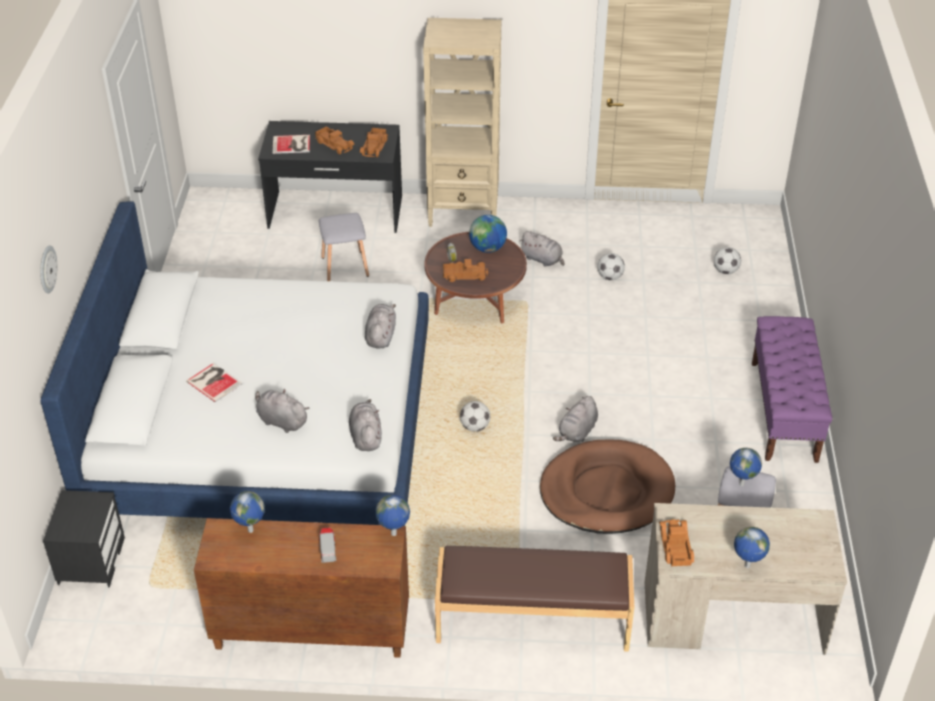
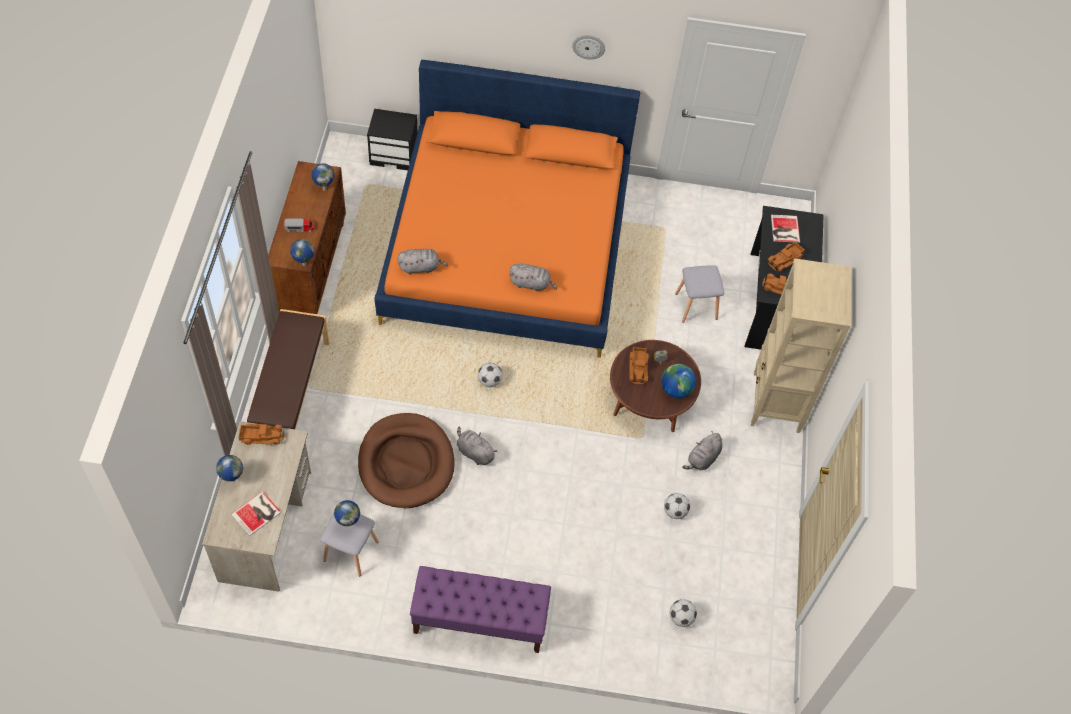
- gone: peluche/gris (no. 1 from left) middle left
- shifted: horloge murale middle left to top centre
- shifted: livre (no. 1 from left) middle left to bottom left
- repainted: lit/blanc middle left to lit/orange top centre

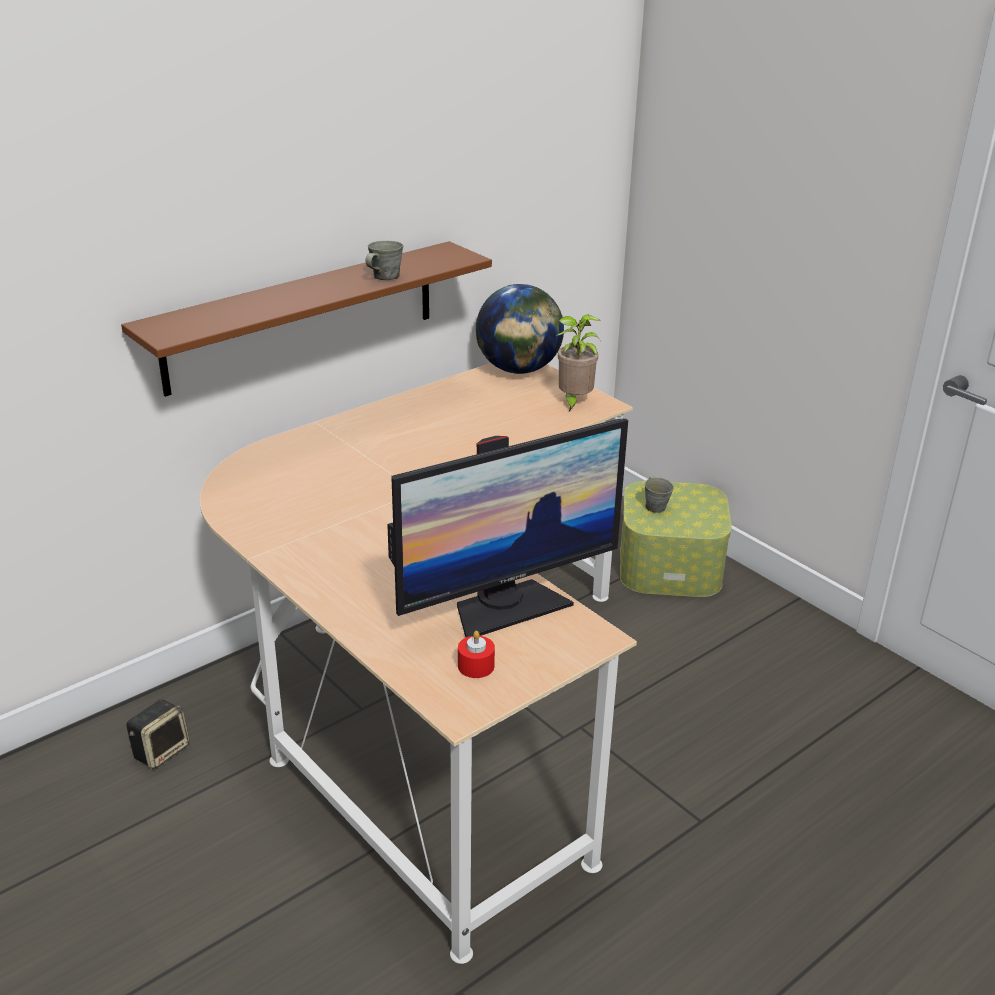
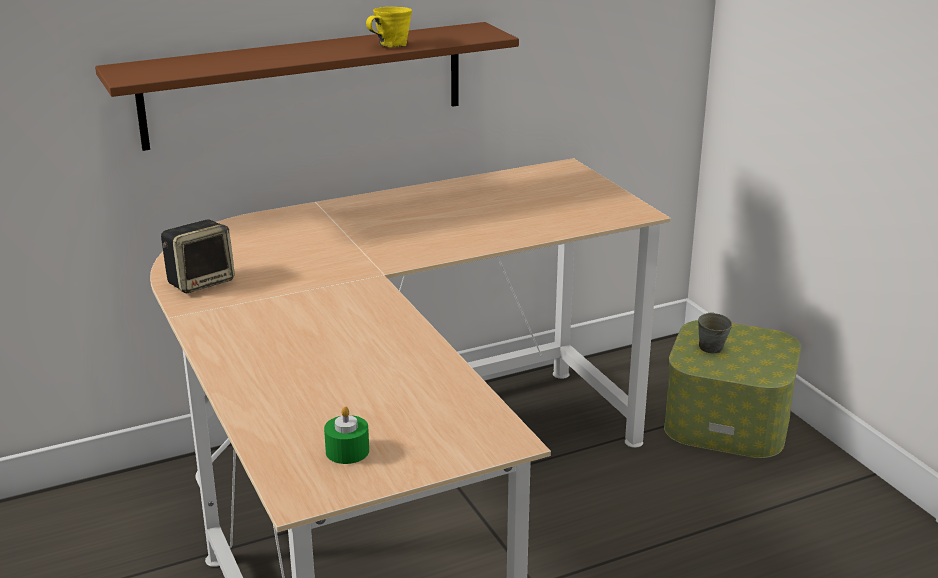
- gone: écran d'ordinateur centre
- gone: globe top centre
- gone: plante en pot centre
- shifted: enceinte bottom left to middle left
- repainted: mug/gris (no. 1 from left) top centre to mug/jaune top centre
- repainted: bougie/rouge centre to bougie/vert bottom centre

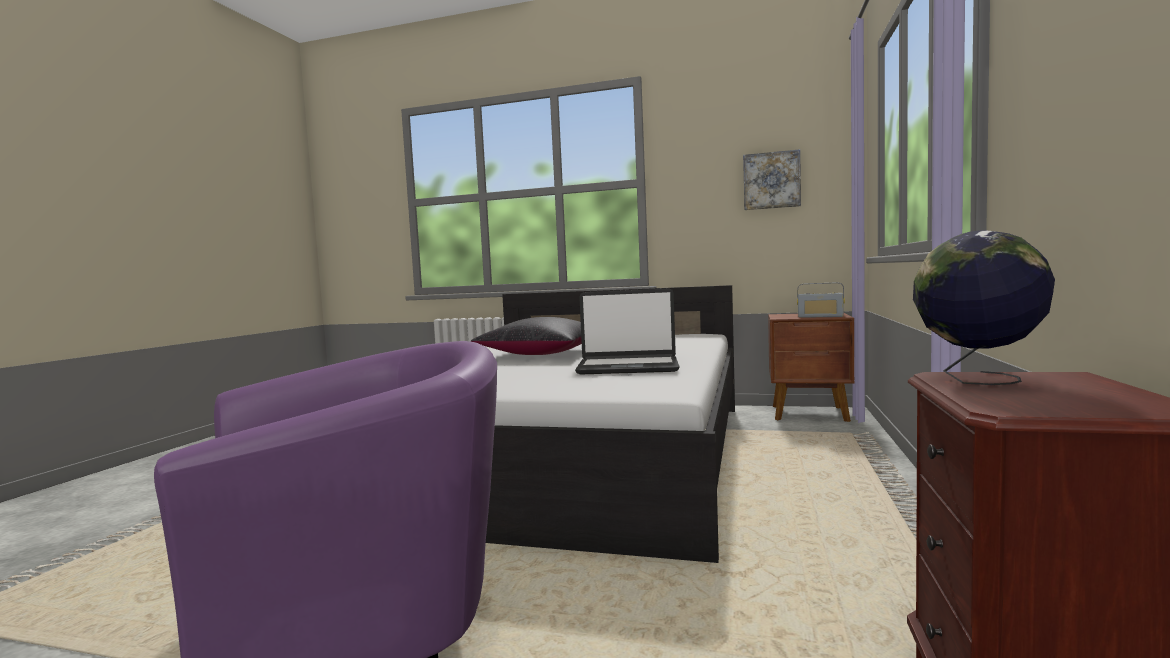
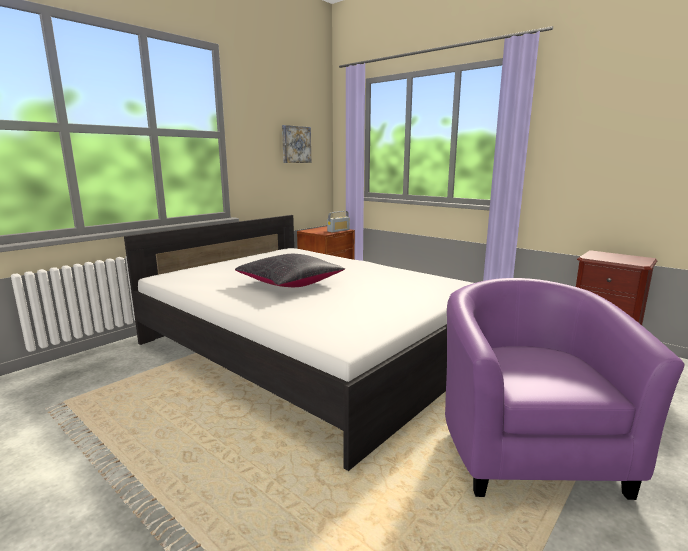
- gone: ordinateur portable centre
- gone: globe middle right

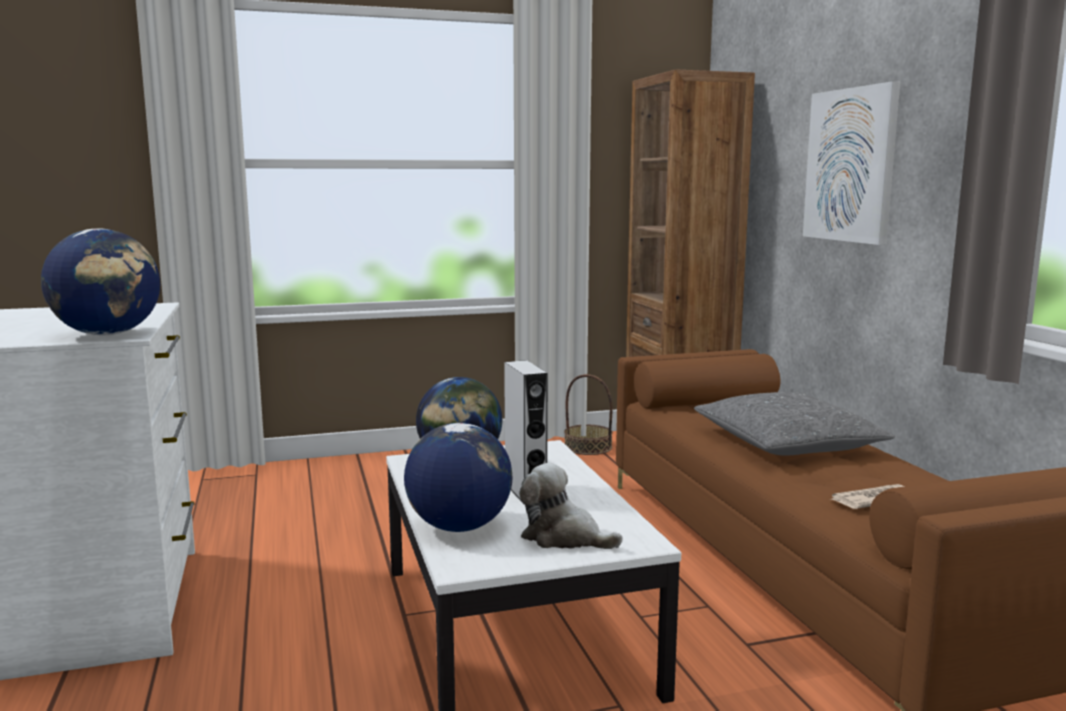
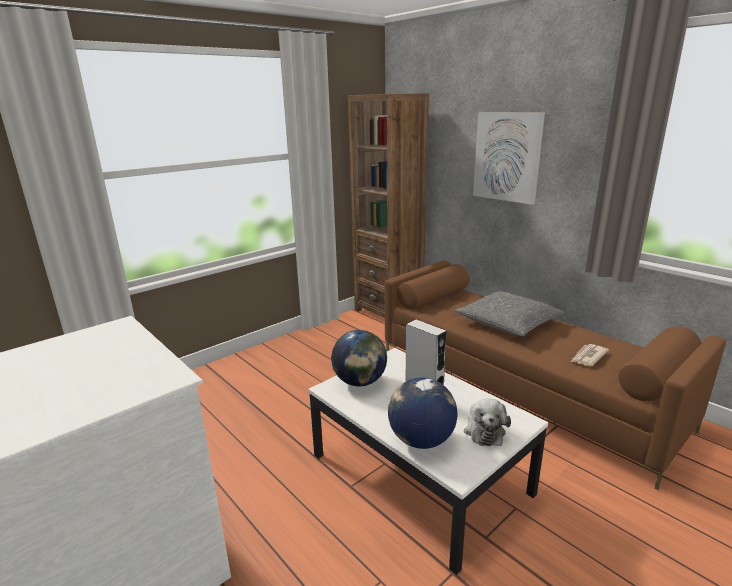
- gone: globe (no. 1 from left) middle left
- gone: panier centre
- rotated: peluche bottom centre = bottom centre 90 degrees counterclockwise

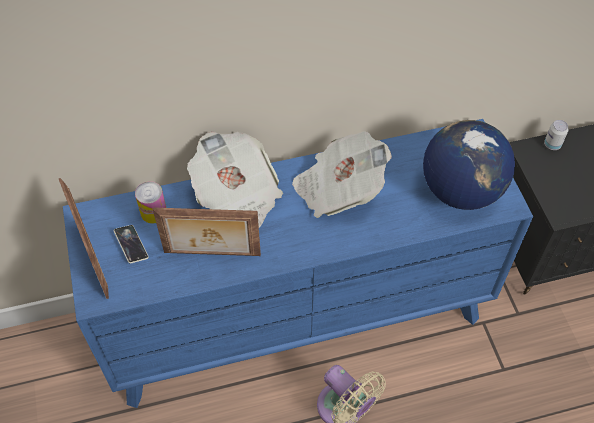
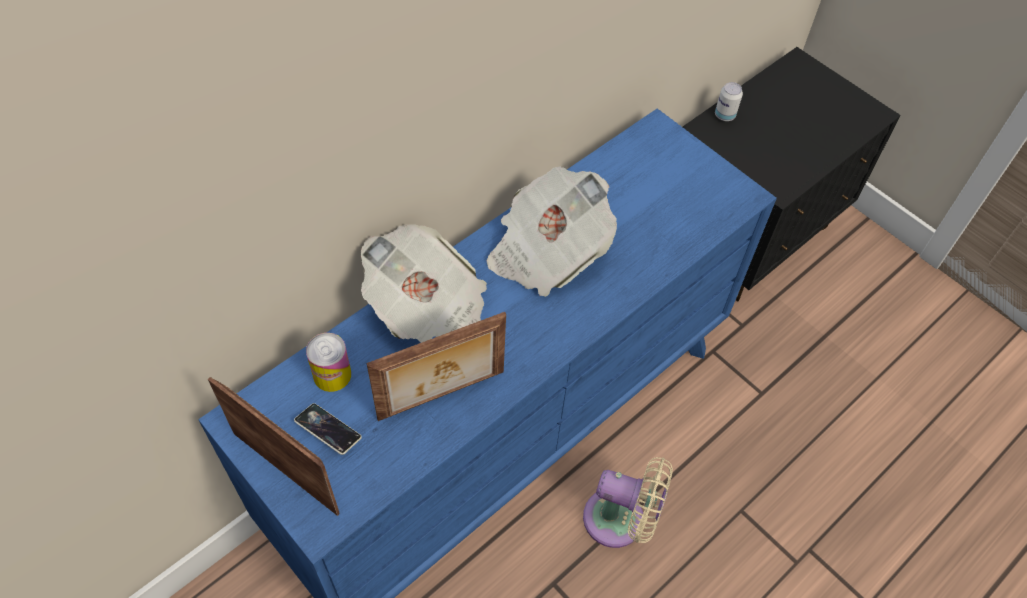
- gone: globe middle right

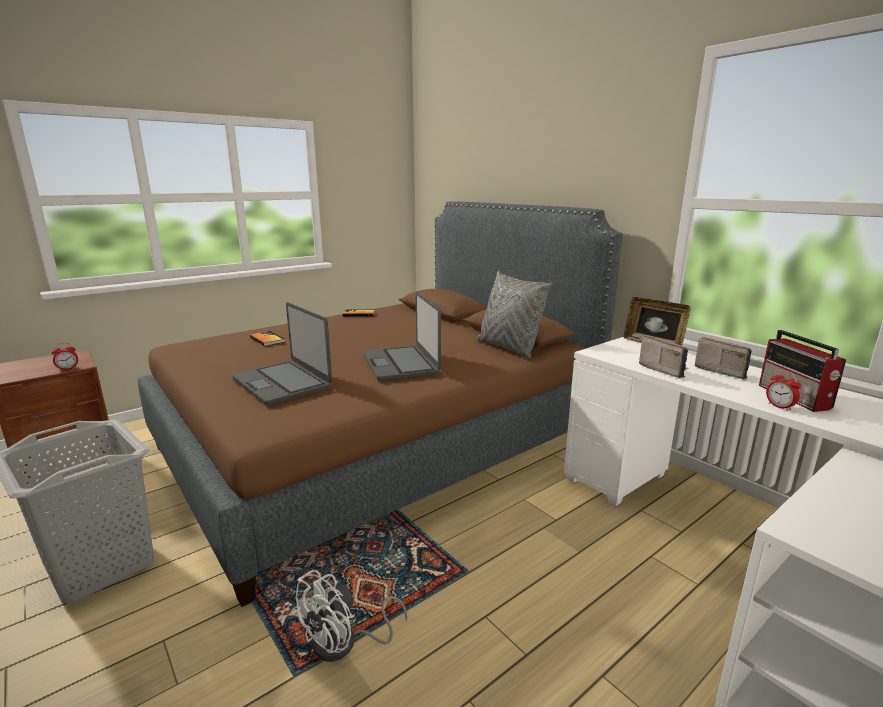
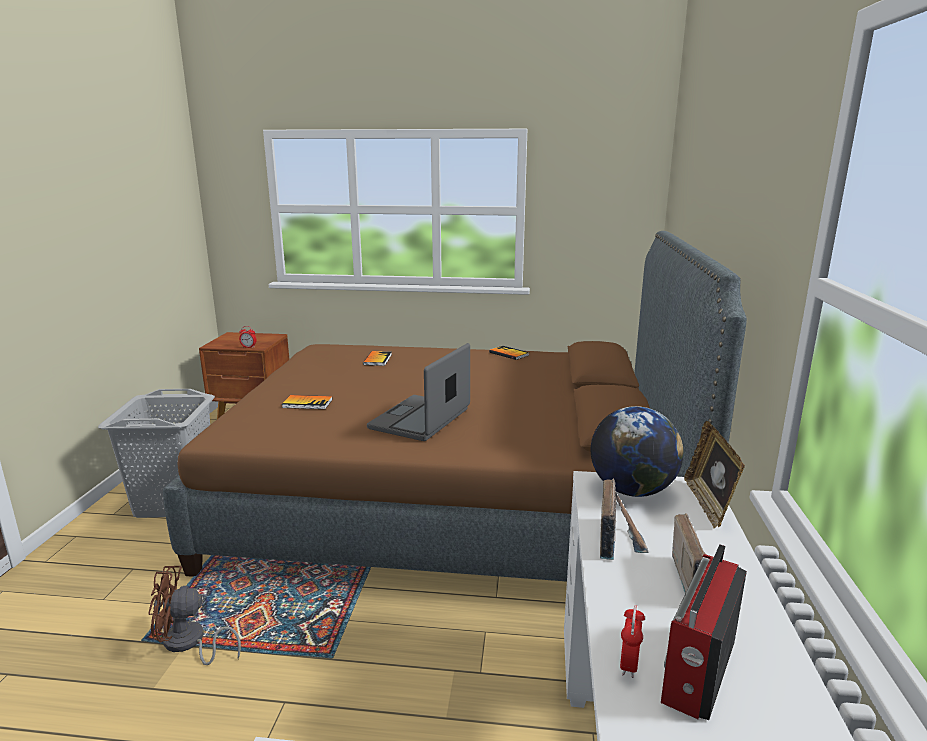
- gone: coussin/gris centre
- new: globe middle right
- swapped: ordinateur portable (no. 1 from left) middle left to livre (no. 1 from left) middle left
- repainted: ventilateur/blanc bottom centre to ventilateur/marron bottom left

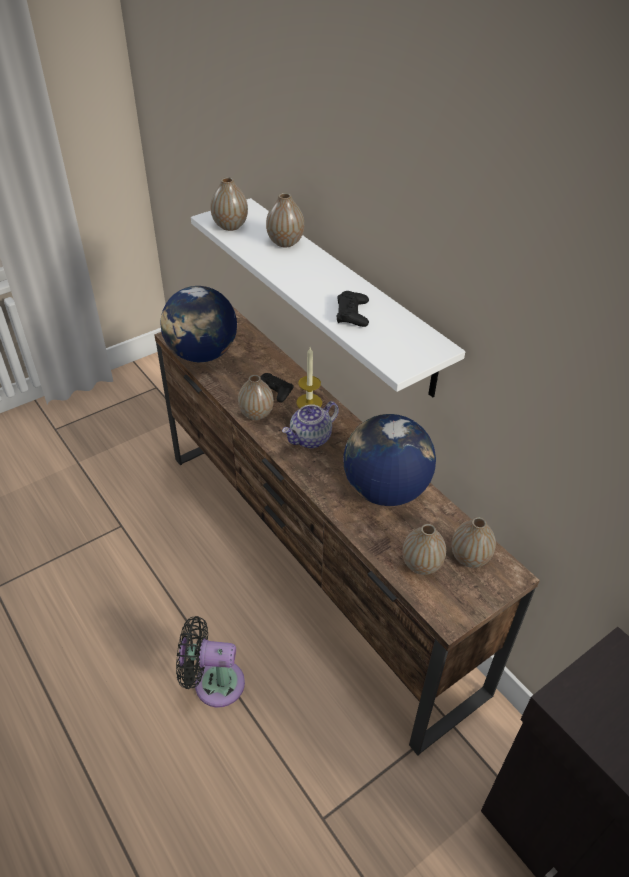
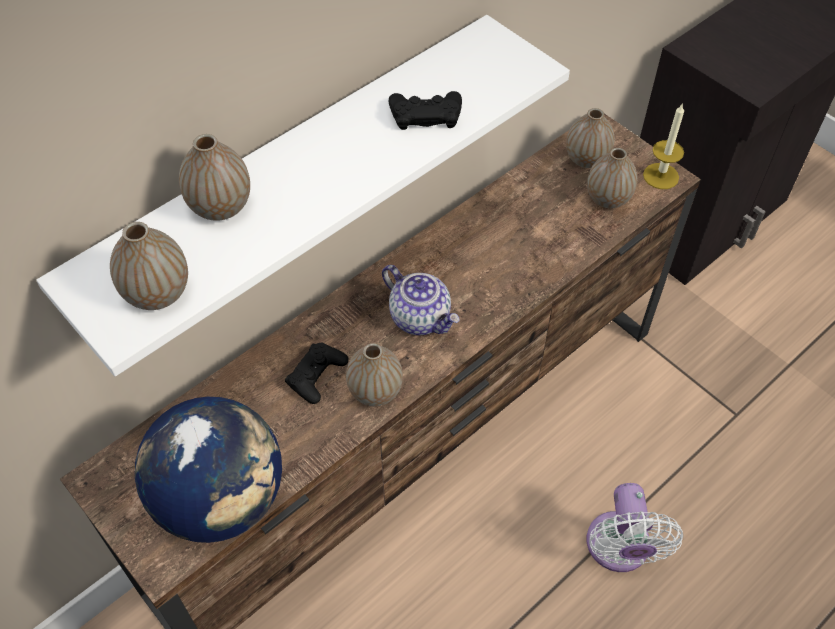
- gone: globe (no. 2 from left) centre
- shifted: bougie centre to top right
- repainted: ventilateur/noir bottom centre to ventilateur/blanc bottom right

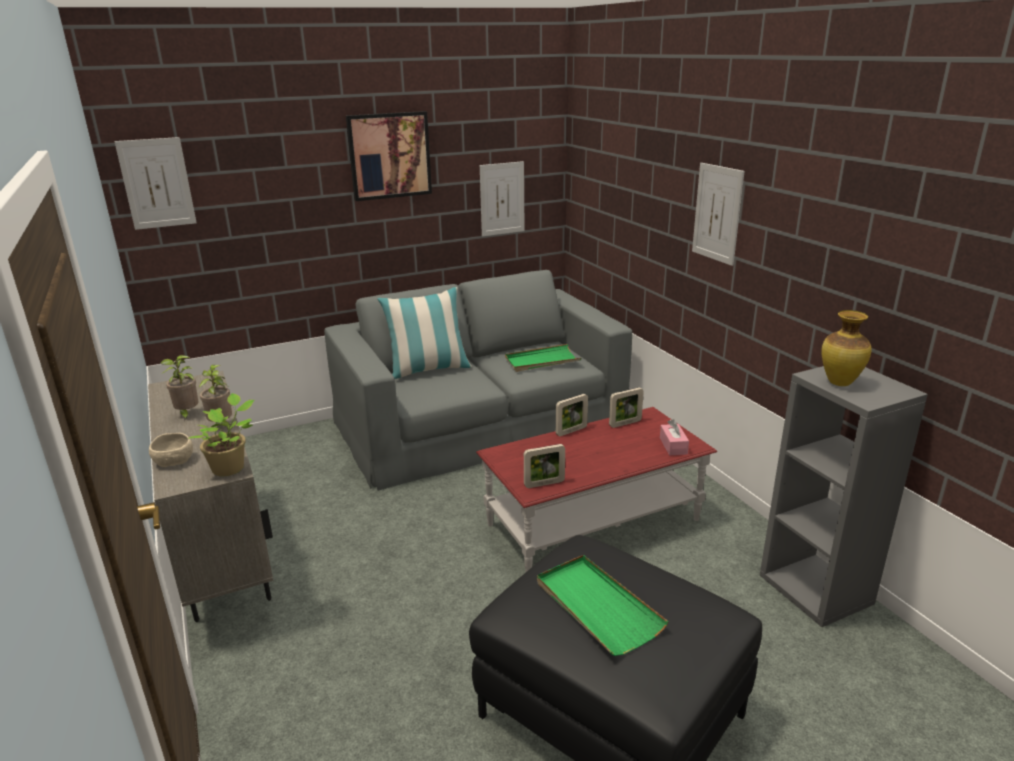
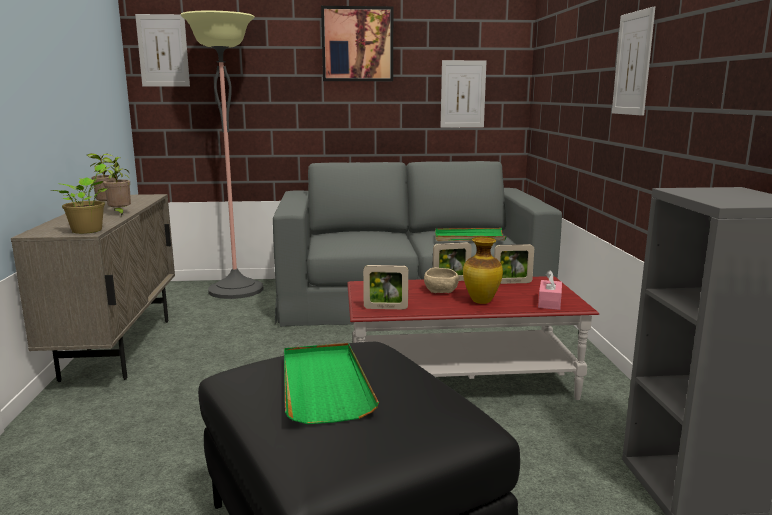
- gone: coussin centre
- new: lampadaire top left
- shifted: bol/beige middle left to centre
- shifted: vase middle right to centre

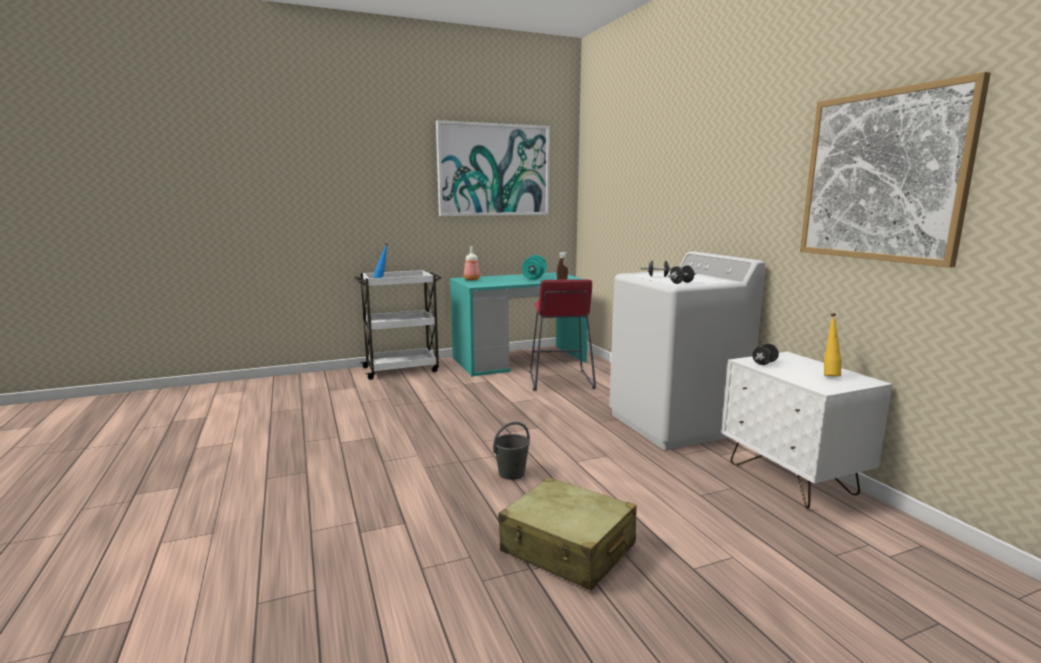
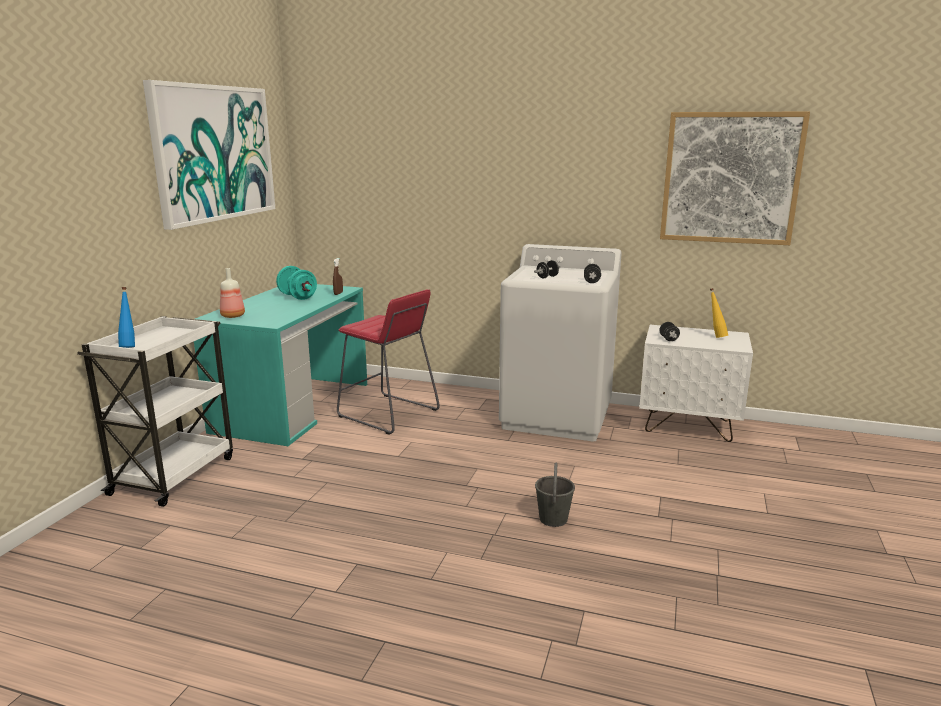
- gone: valise/beige bottom centre

